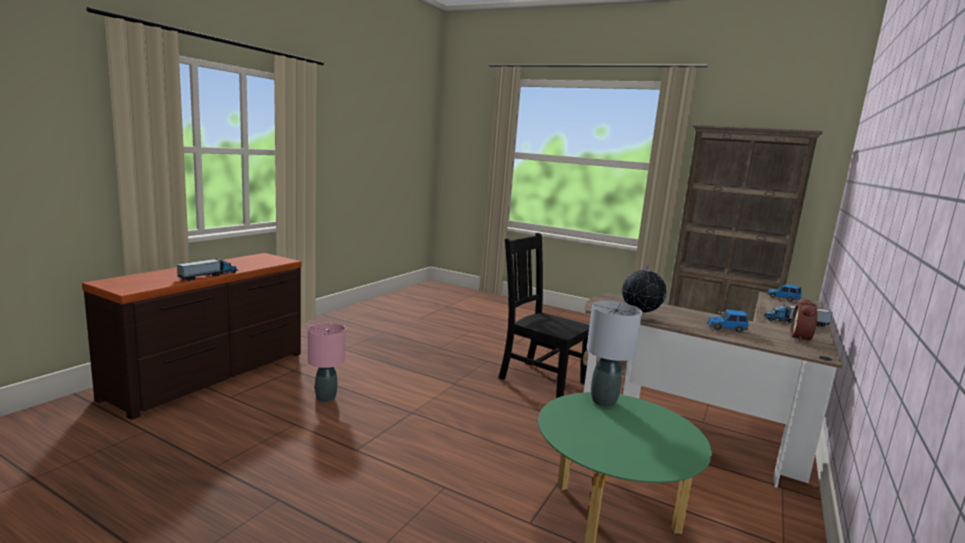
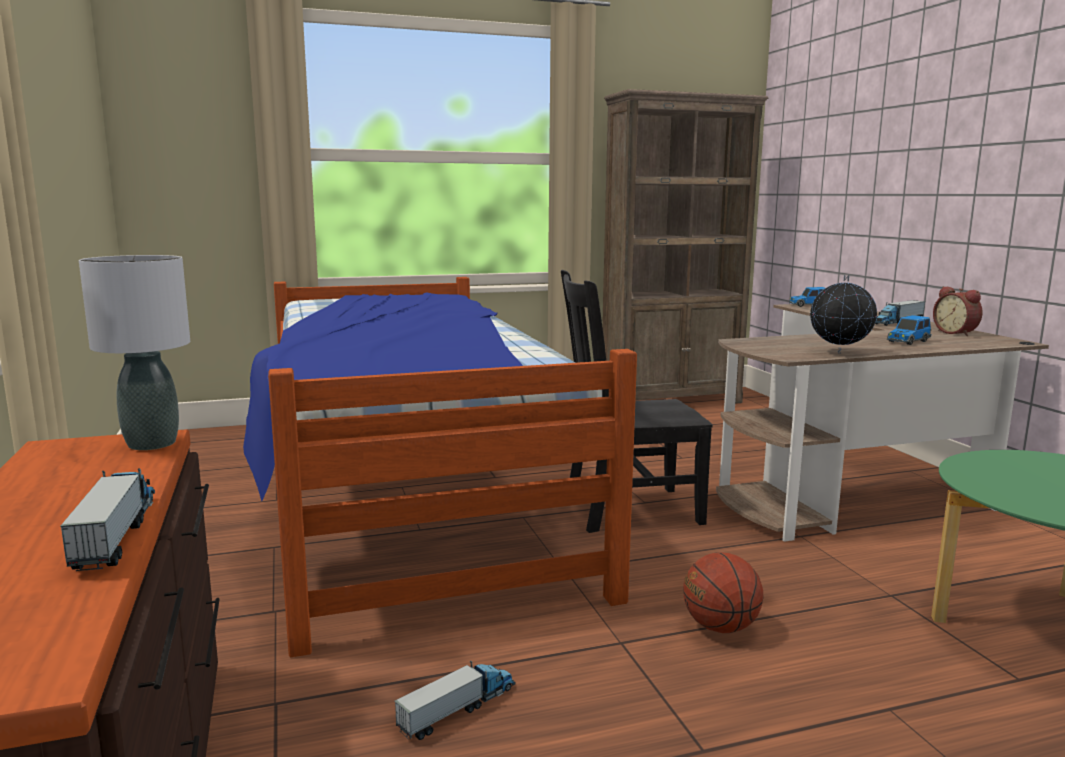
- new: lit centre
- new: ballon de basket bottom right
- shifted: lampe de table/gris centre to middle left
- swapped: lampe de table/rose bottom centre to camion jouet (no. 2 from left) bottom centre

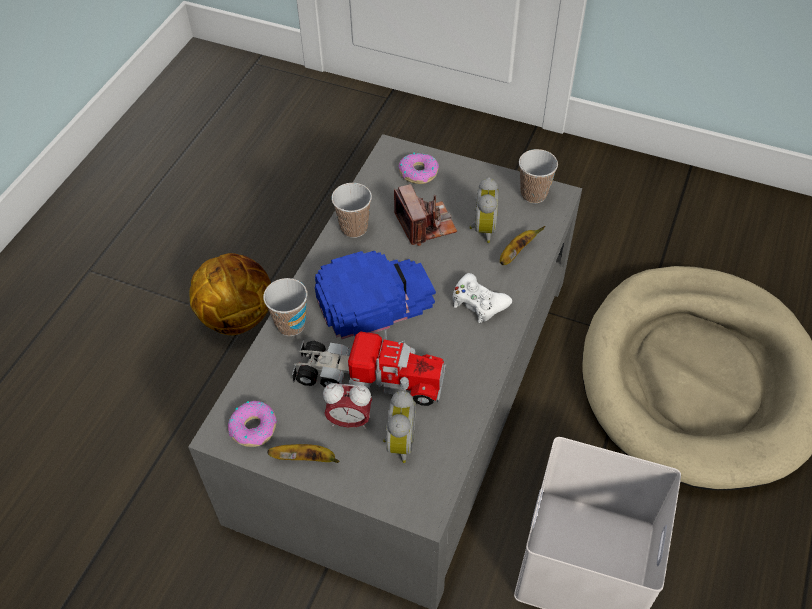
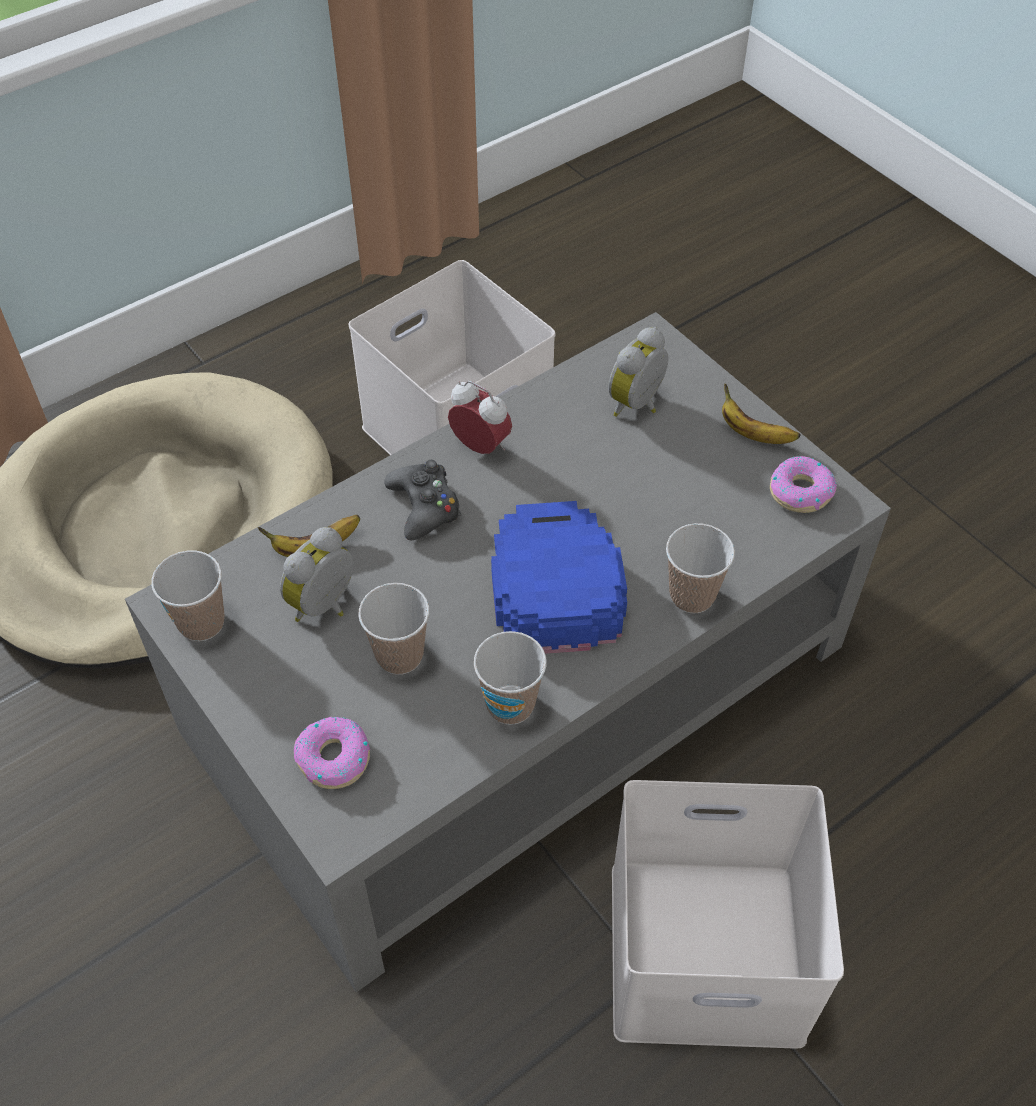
- gone: camion jouet centre
- shifted: réveil (no. 1 from left in the first image) bottom centre to réveil (no. 2 from left) centre
- swapped: ballon de basket middle left to boîte de rangement/blanc (no. 2 from left) bottom right
- swapped: appareil photo centre to tasse (no. 2 from left) centre
- repainted: manette/blanc centre to manette/noir centre
- rotated: casquette/bleu centre = centre 75 degrees clockwise

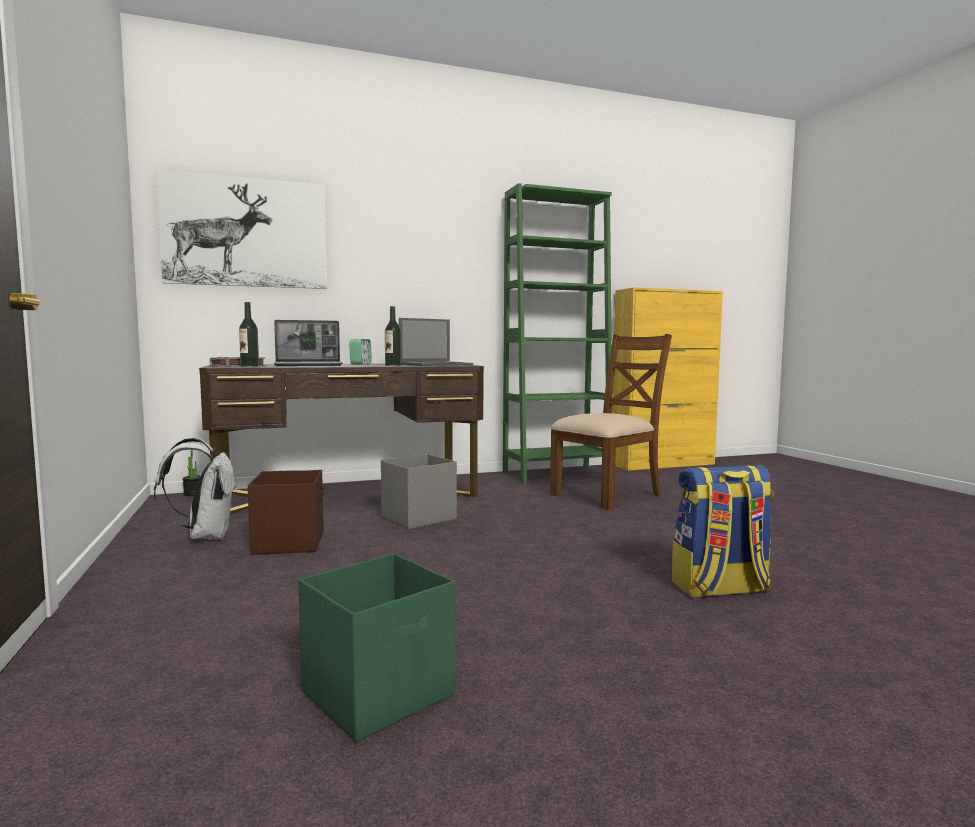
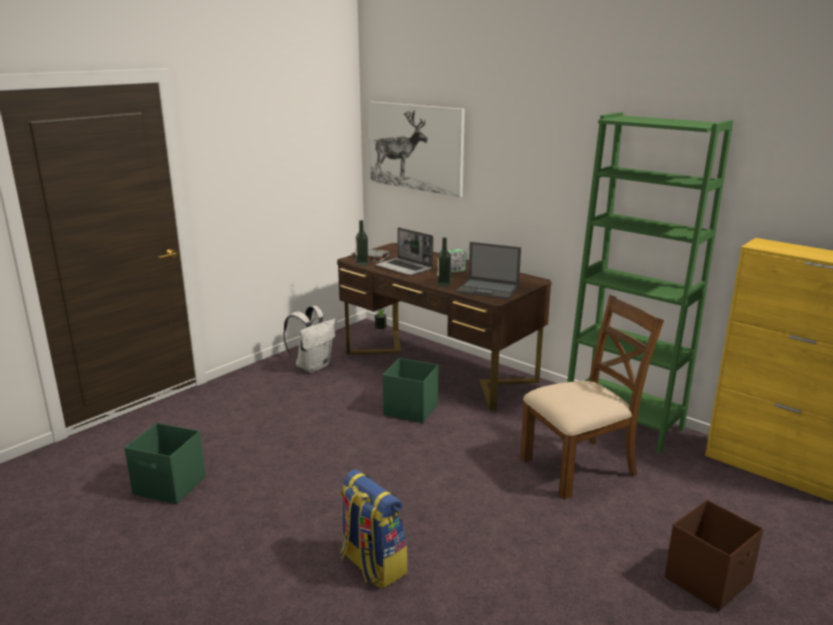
- shifted: boîte de rangement/marron middle left to bottom right
- repainted: boîte de rangement/gris centre to boîte de rangement/vert (no. 2 from left) centre
- rotated: chaise/marron centre = middle right 45 degrees counterclockwise

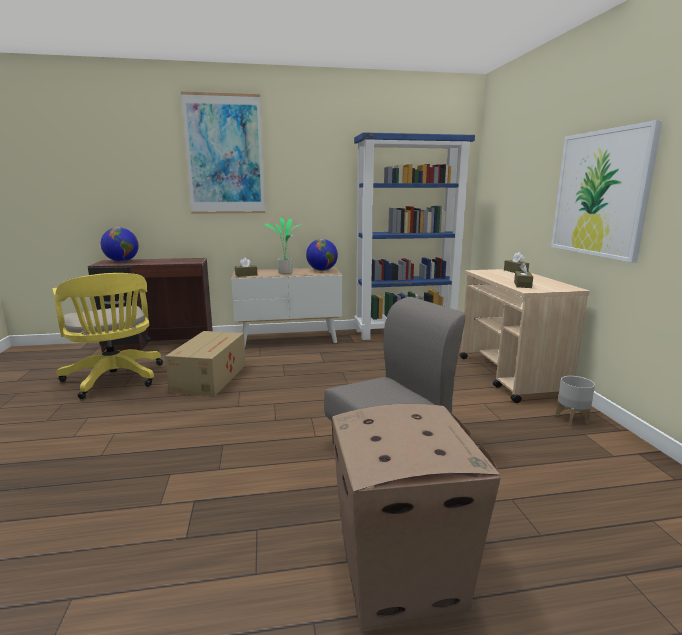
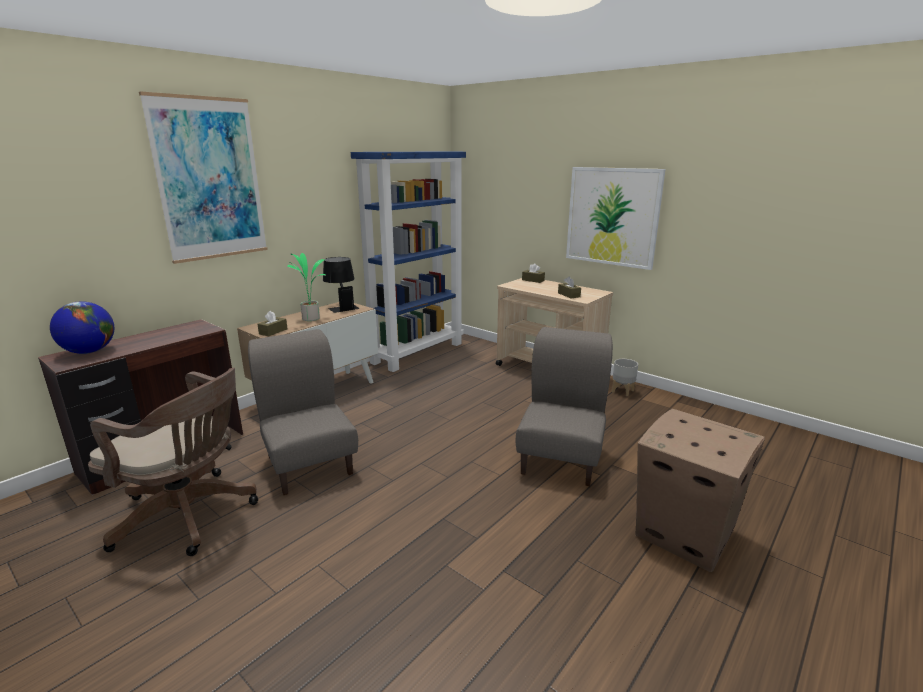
- swapped: carton (no. 1 from left) middle left to chaise/gris (no. 1 from left) middle left
- swapped: globe (no. 2 from left) centre to lampe de table/noir centre
- repainted: chaise de bureau/jaune middle left to chaise de bureau/marron bottom left

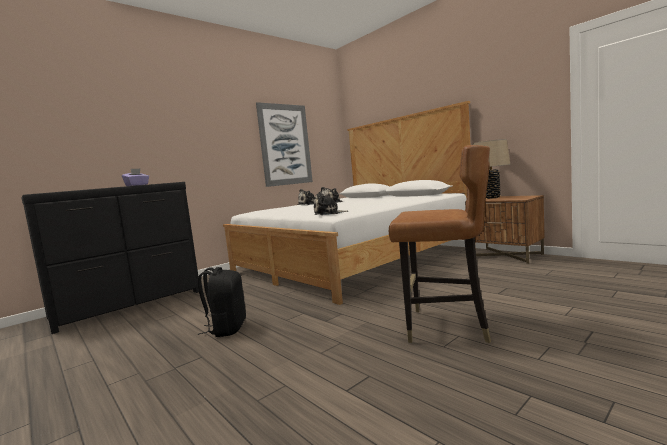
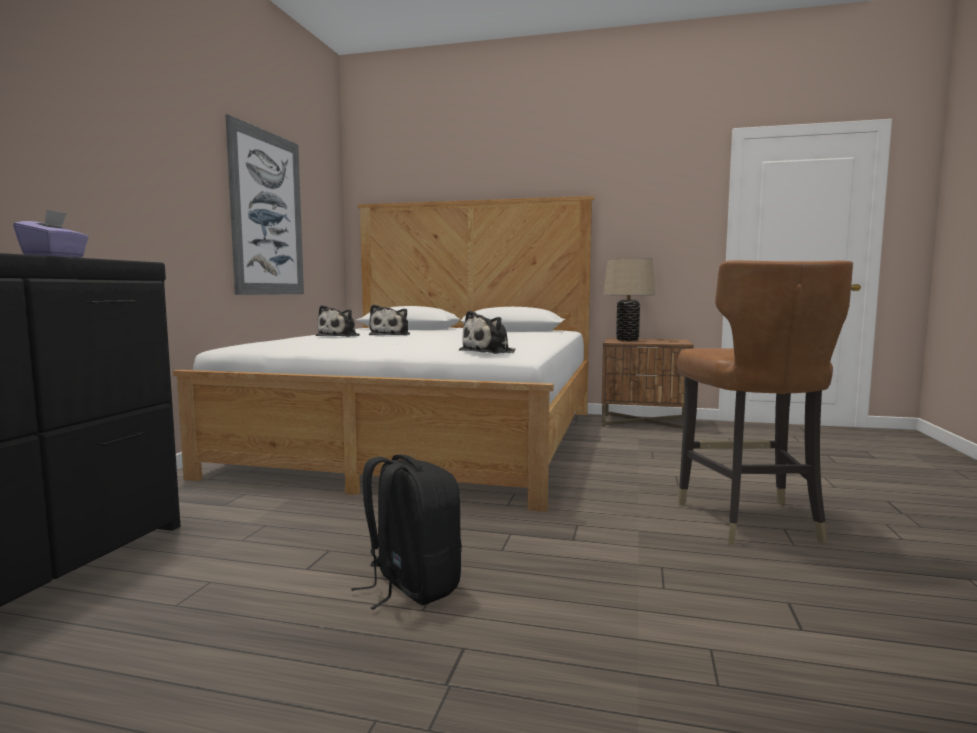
- rotated: chaise/marron centre = middle right 105 degrees clockwise

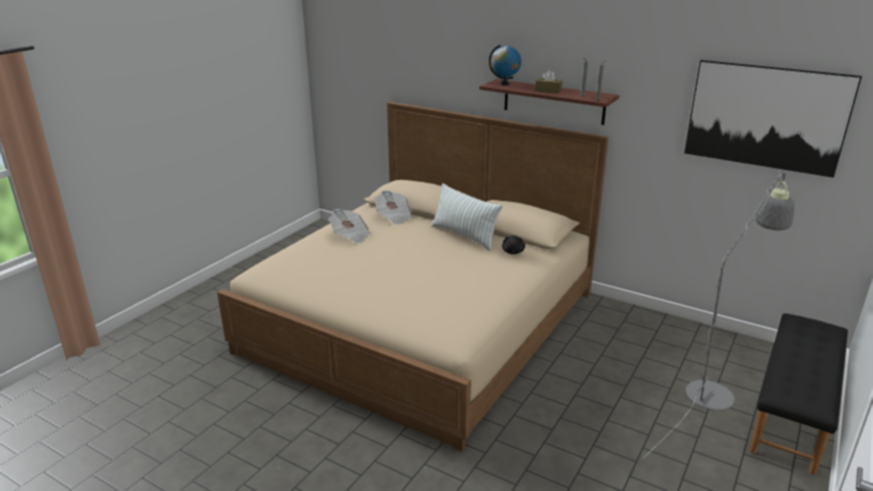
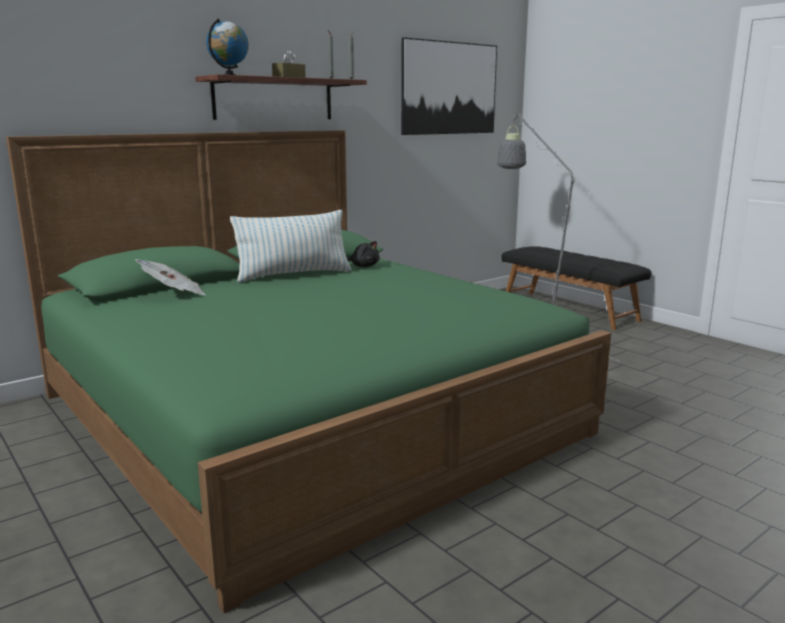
- gone: journal (no. 1 from left) centre
- repainted: lit/beige centre to lit/vert centre

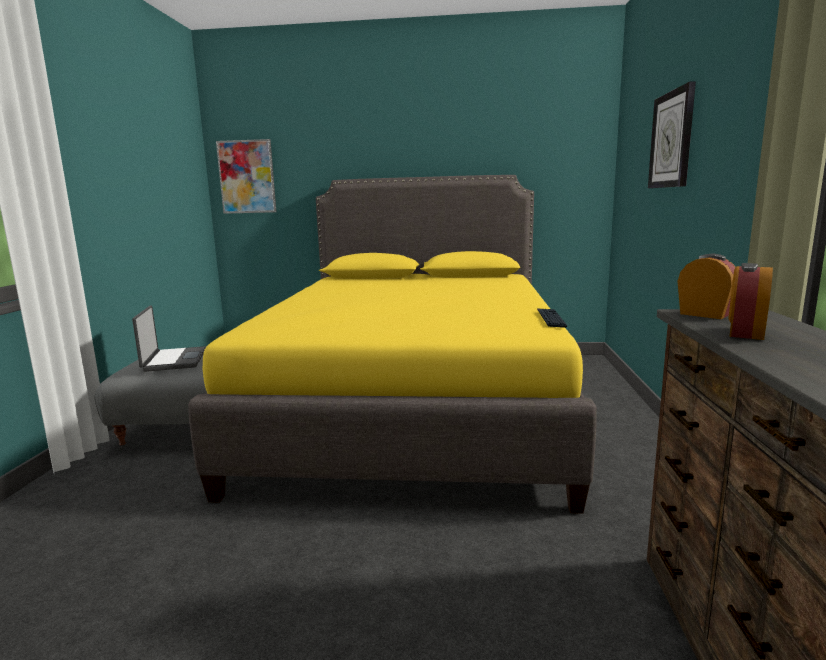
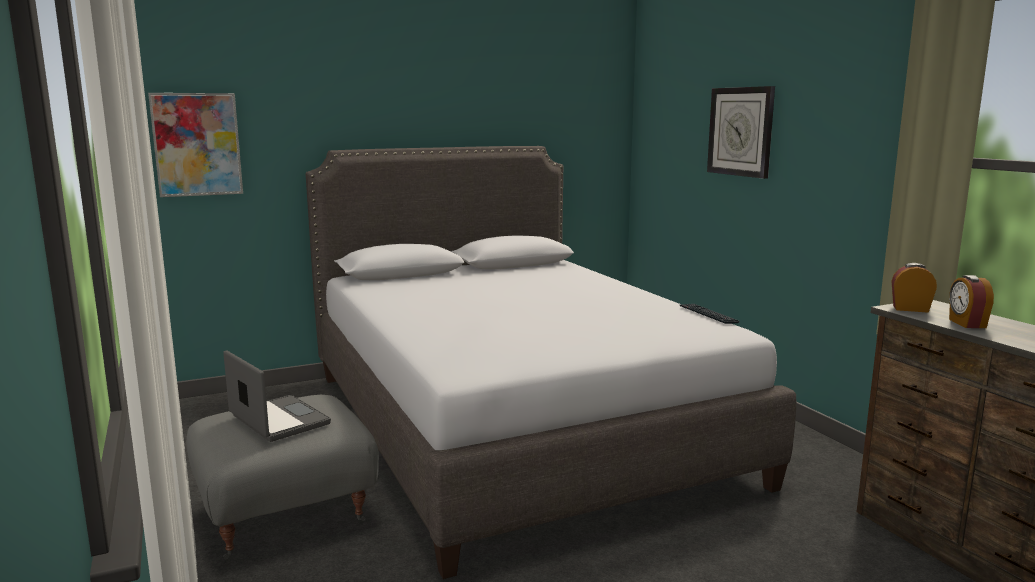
- repainted: lit/jaune centre to lit/gris centre

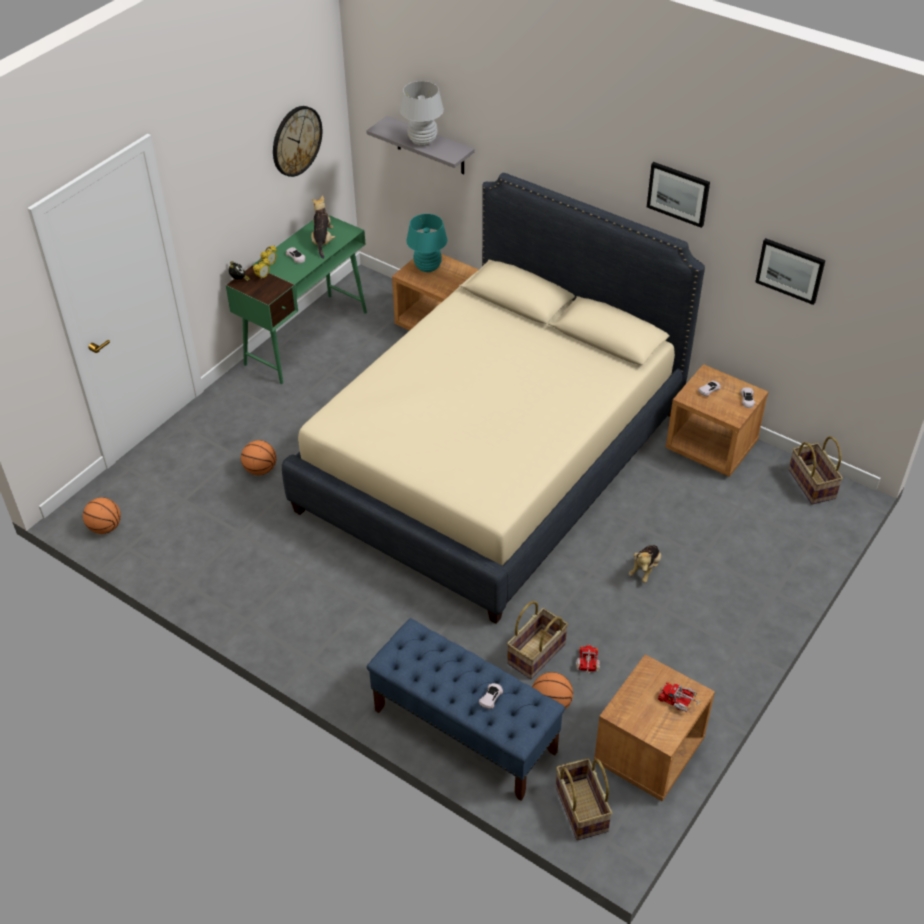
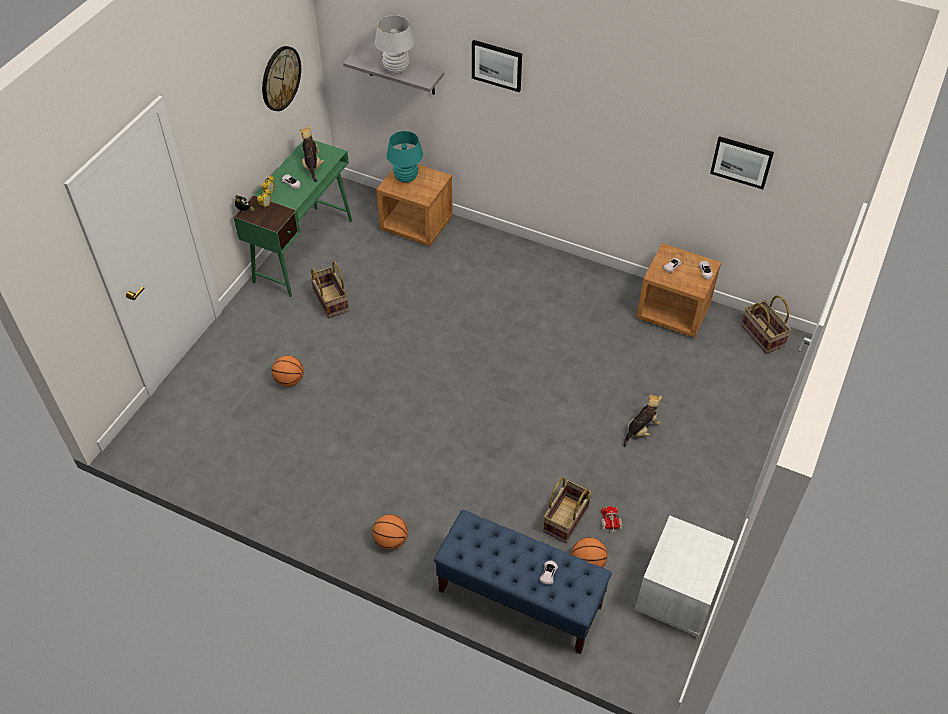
- gone: lit/beige centre
- gone: camion jouet (no. 2 from left) bottom right
- shifted: ballon de basket (no. 1 from left in the first image) middle left to ballon de basket (no. 2 from left) bottom centre
- shifted: panier (no. 2 from left in the first image) bottom centre to panier (no. 1 from left) centre
- shifted: tableau (no. 1 from left) top right to top centre
- repainted: table de chevet/marron (no. 2 from left) bottom right to table de chevet/blanc bottom right
- rotated: peluche (no. 2 from left) middle right = middle right 150 degrees counterclockwise

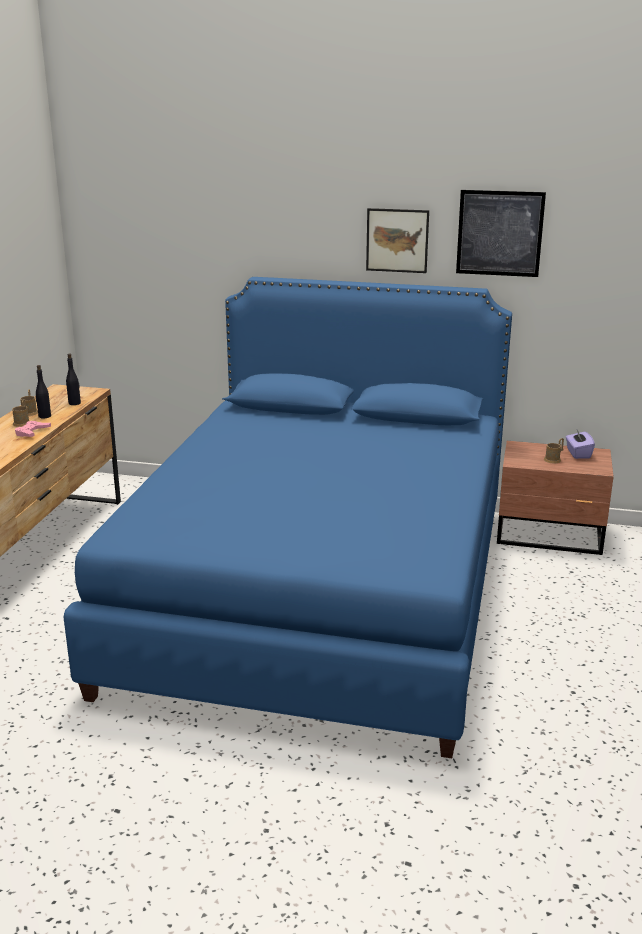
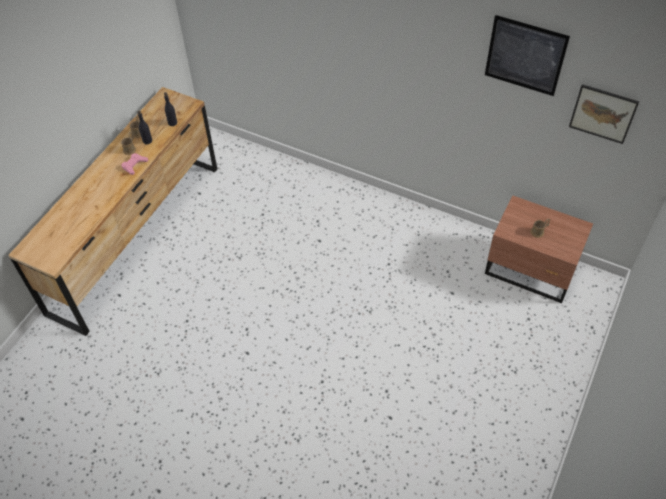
- gone: lit/bleu centre
- gone: boîte à mouchoirs/violet middle right
- shifted: tableau (no. 1 from left in the first image) top centre to tableau (no. 2 from left) top right

